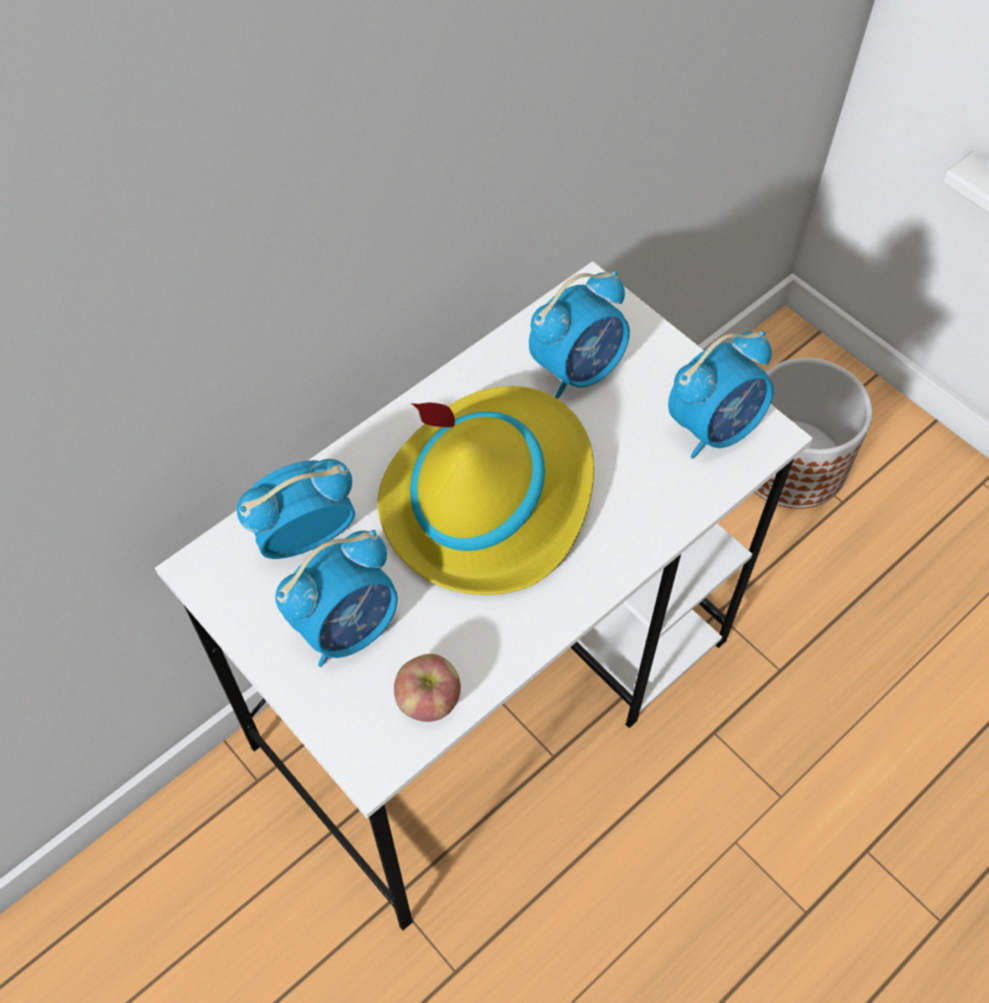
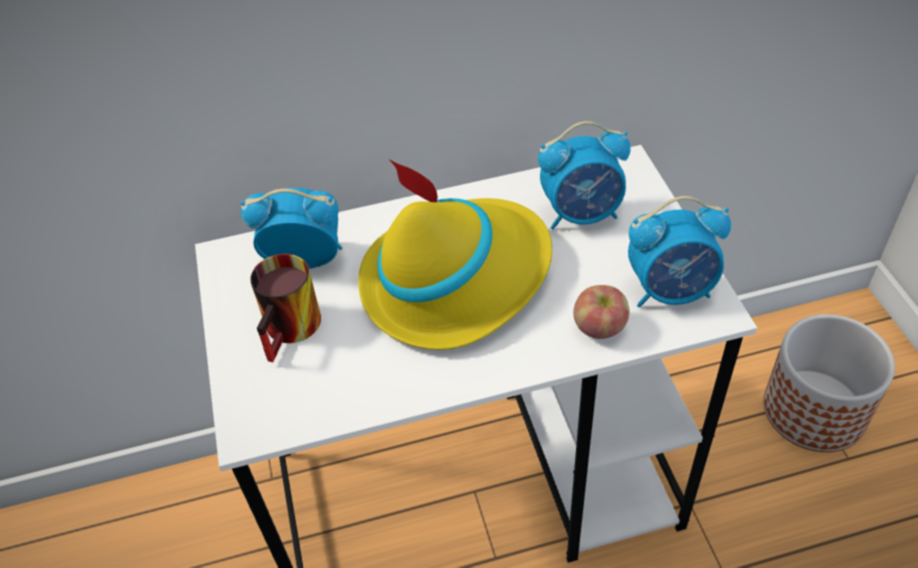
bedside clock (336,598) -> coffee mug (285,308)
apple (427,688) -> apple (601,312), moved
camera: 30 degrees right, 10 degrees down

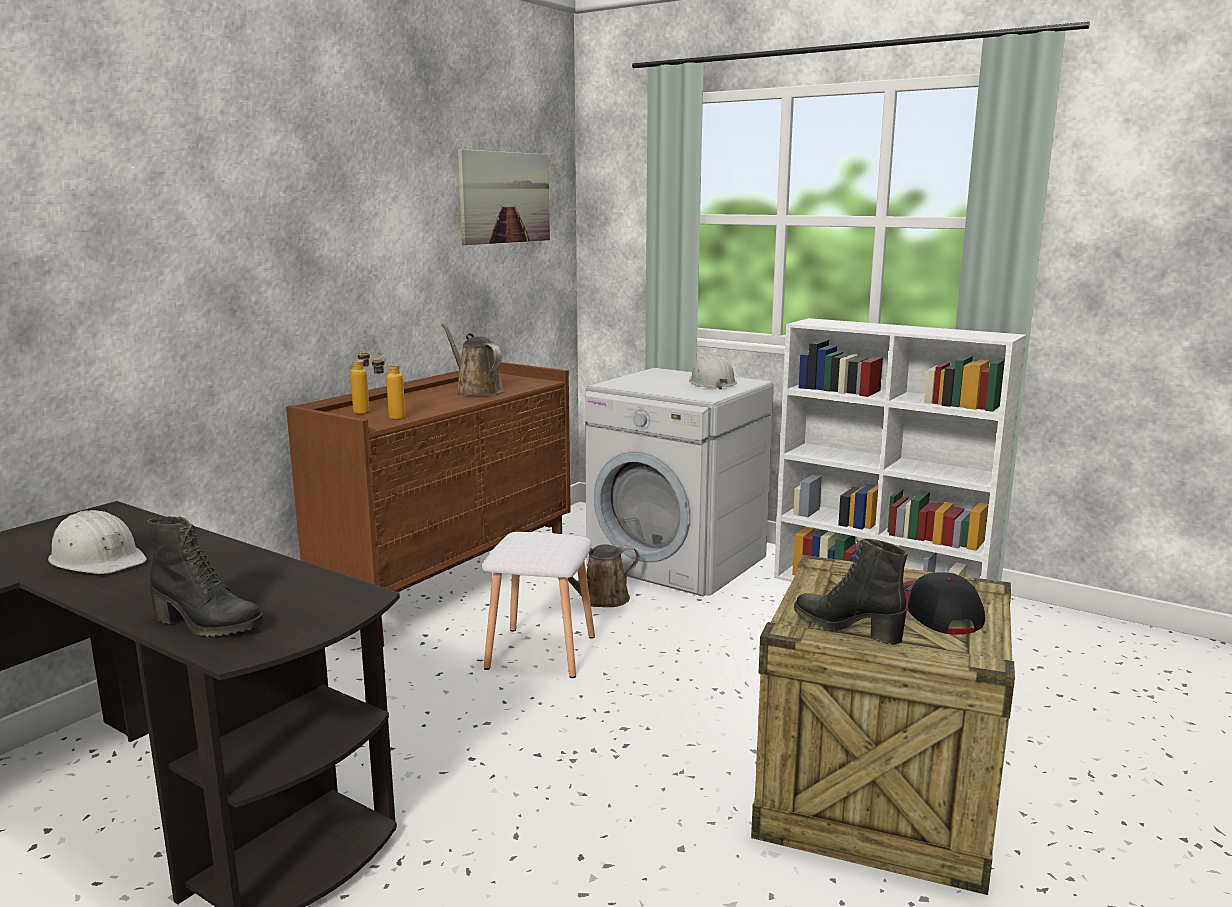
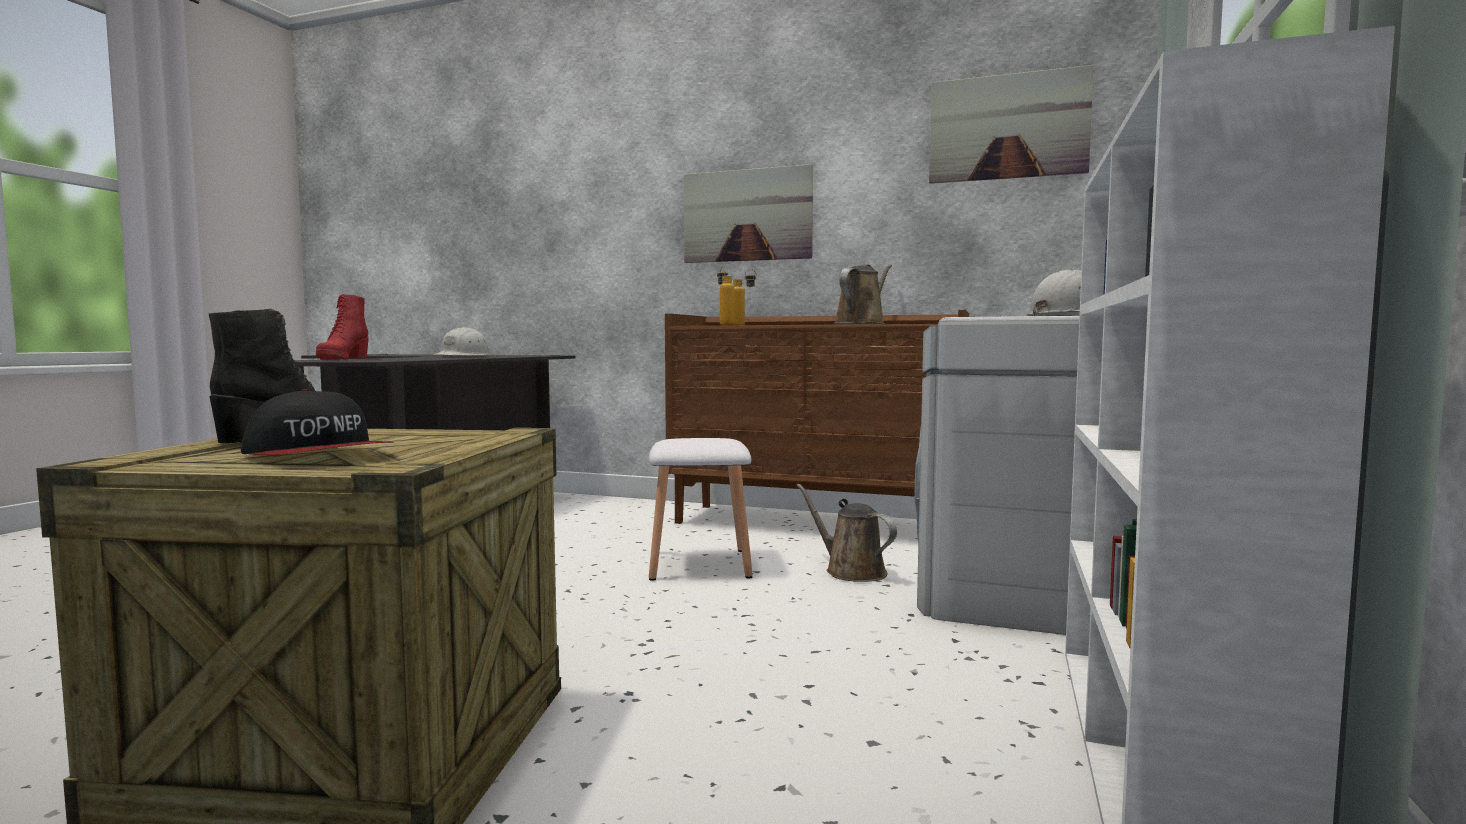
tall boot/black (205,576) -> tall boot/reddish (342,326)
cap (944,603) -> cap (317,422), 60 degrees clockwise
none -> wall art (748,213)
camera: 75 degrees right, 10 degrees down

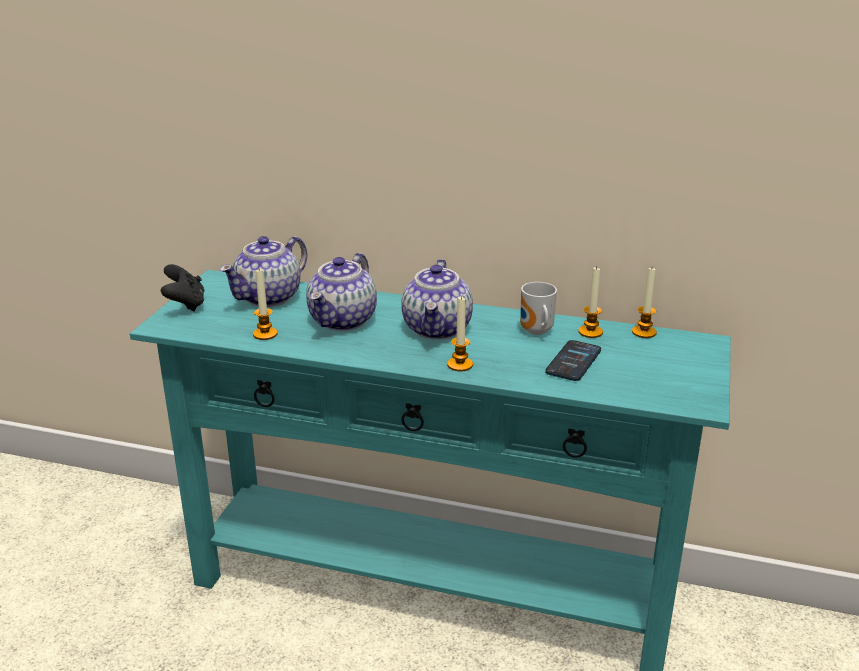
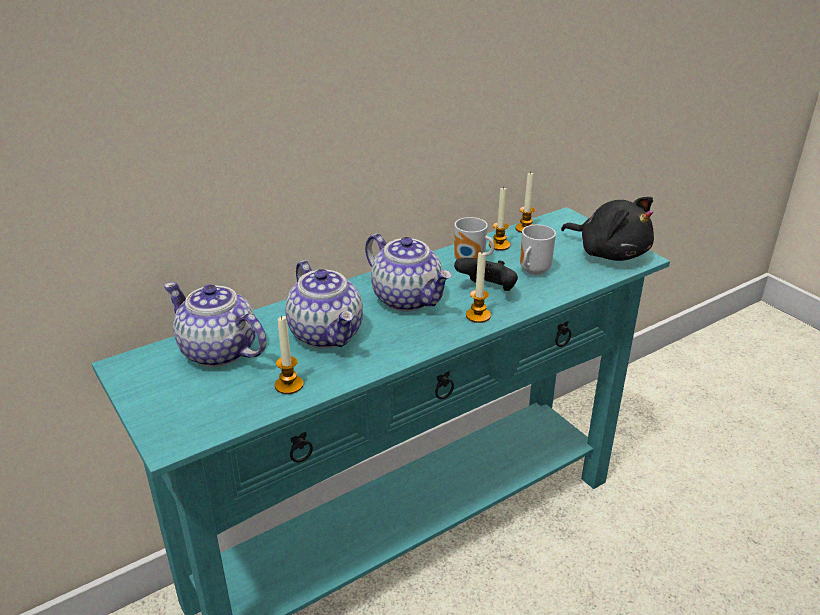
joypad/black (183,288) -> joypad/black (486,274), moved
teapot (264,271) -> teapot (215,324), 135 degrees clockwise
handset (573,360) -> coffee mug (538,250)
none -> plush toy/black (607,229)
camera: 50 degrees left, 5 degrees up

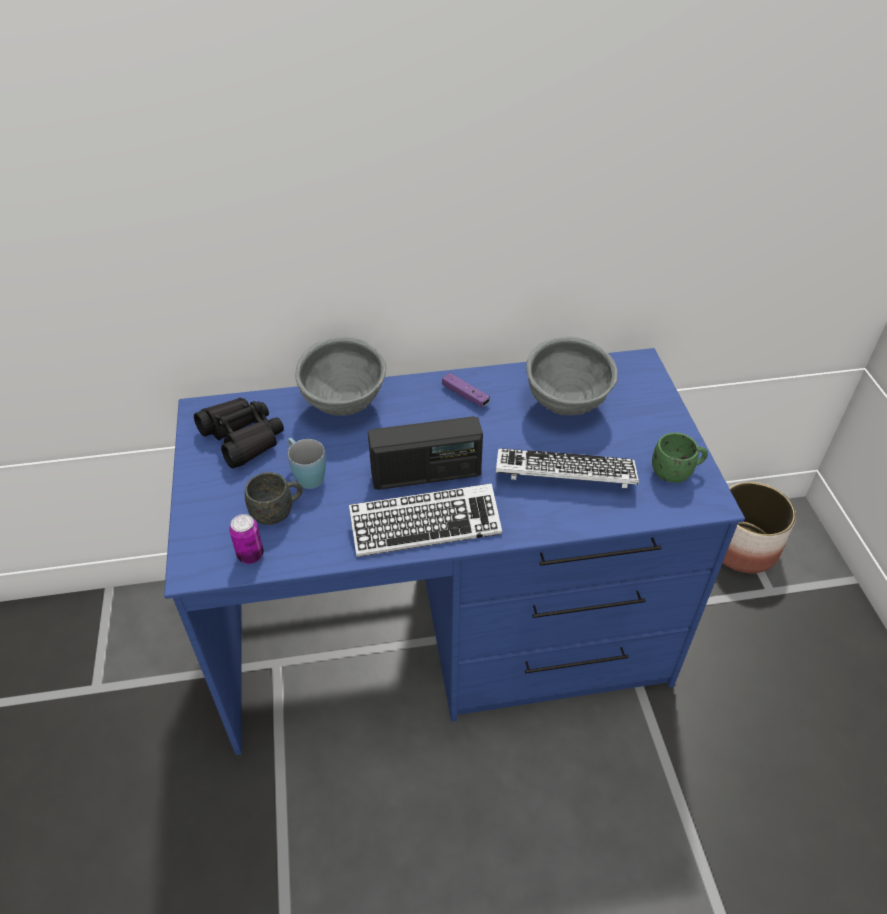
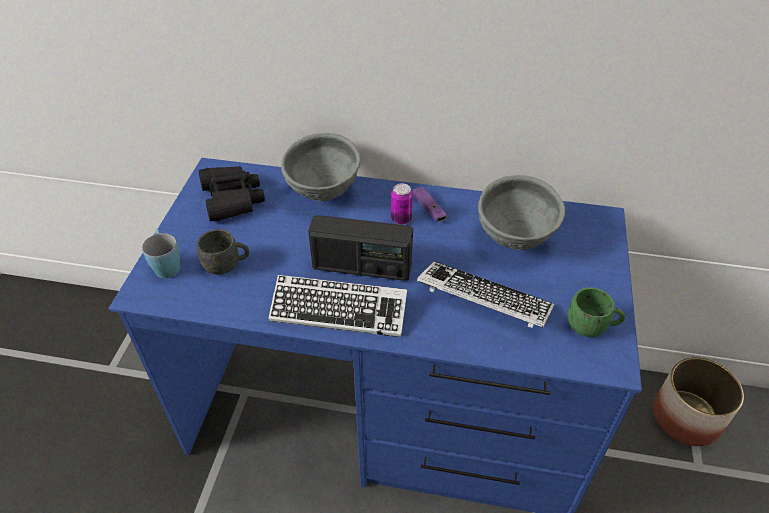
metal can (246,539) -> metal can (402,203), moved
coffee mug/blue (306,463) -> coffee mug/blue (161,253), moved
camera: 20 degrees right, 0 degrees up

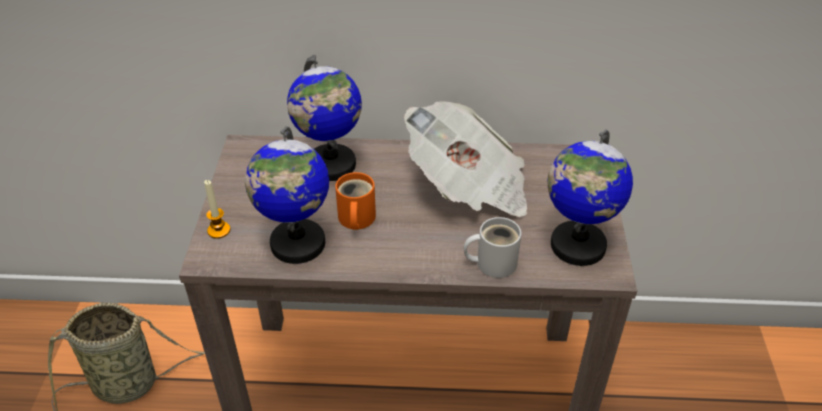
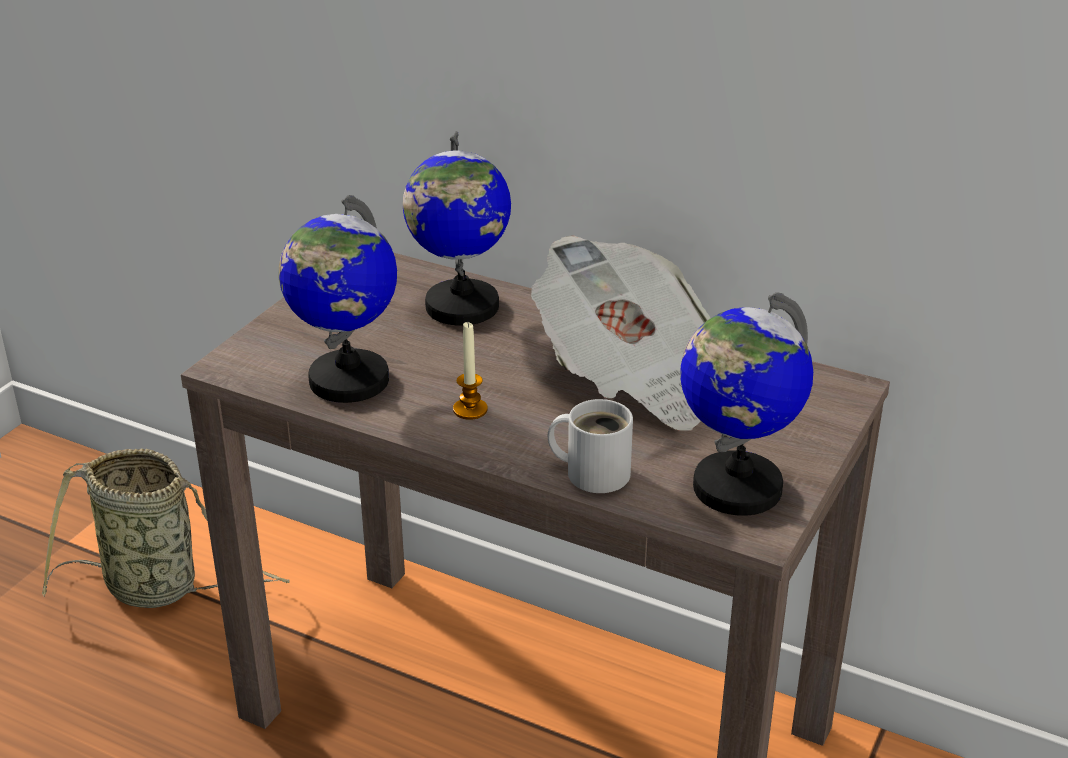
wax light (217,209) -> wax light (470,371), moved
coffee mug/orange-coloured (355,201) -> none
camera: 25 degrees right, 10 degrees down

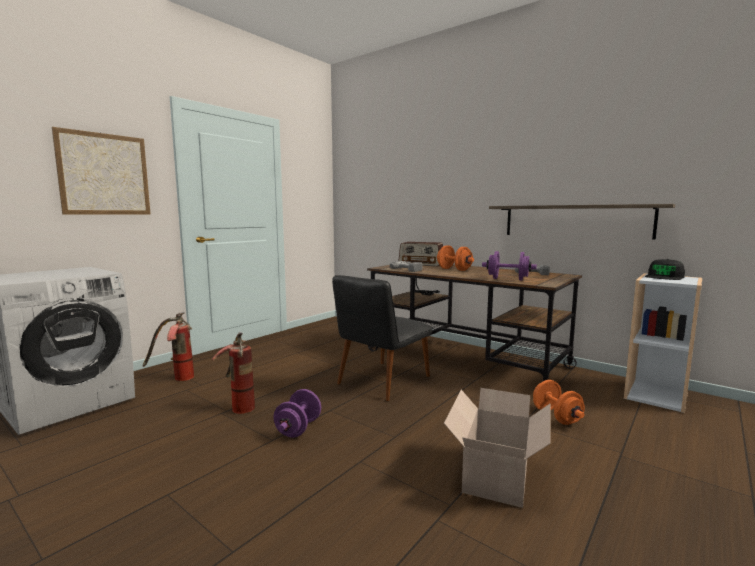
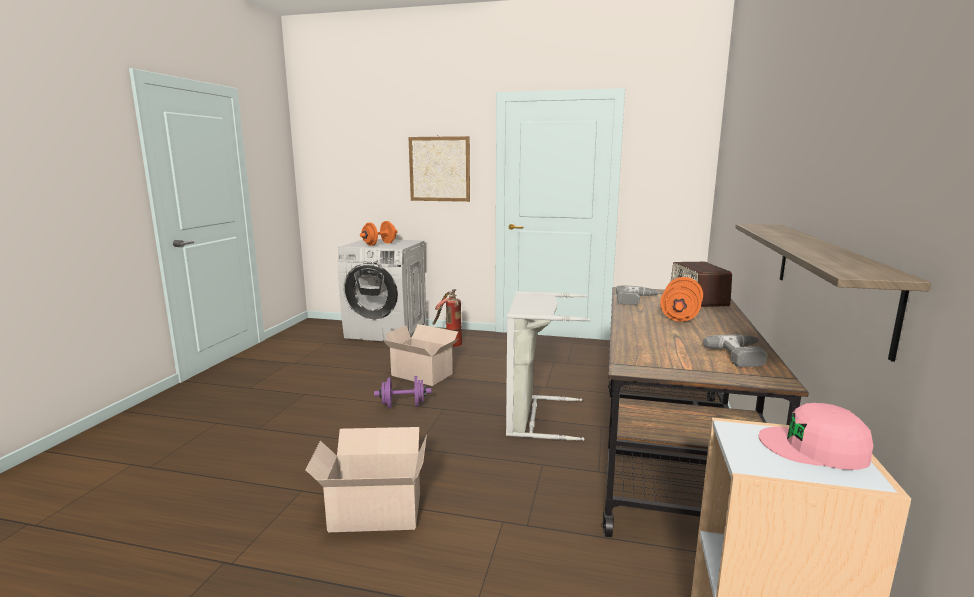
fire-fighting cylinder (233,373) -> packing box (420,355)
upright chair/black (383,338) -> hamper/greyish (548,366)
free weight/purplish (509,265) -> none
free weight/orange-coloured (559,402) -> free weight/orange-coloured (378,233), moved
cap/black (665,269) -> cap/pinkish (816,436)
camera: 65 degrees right, 5 degrees up

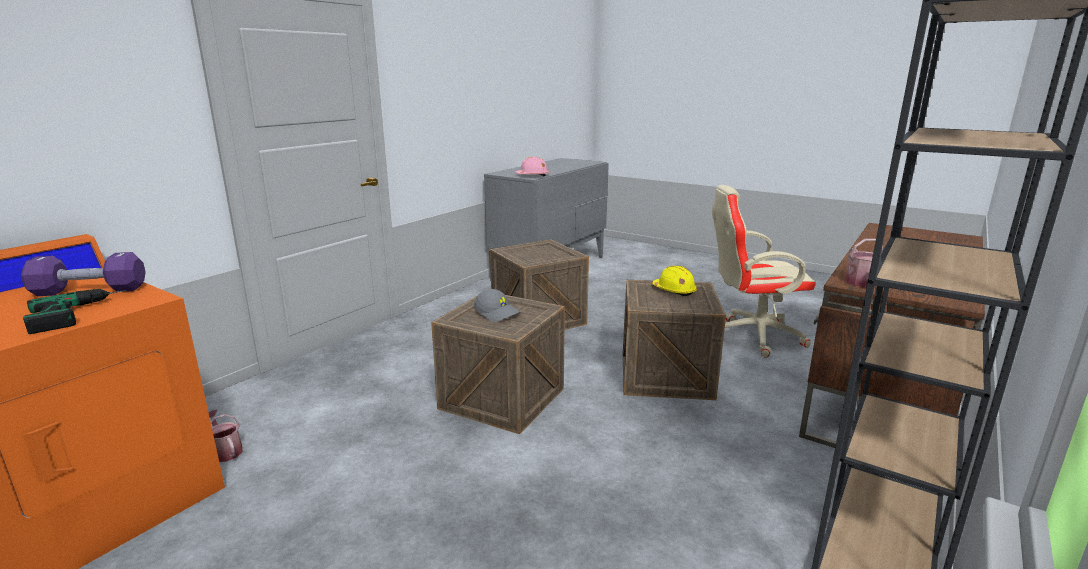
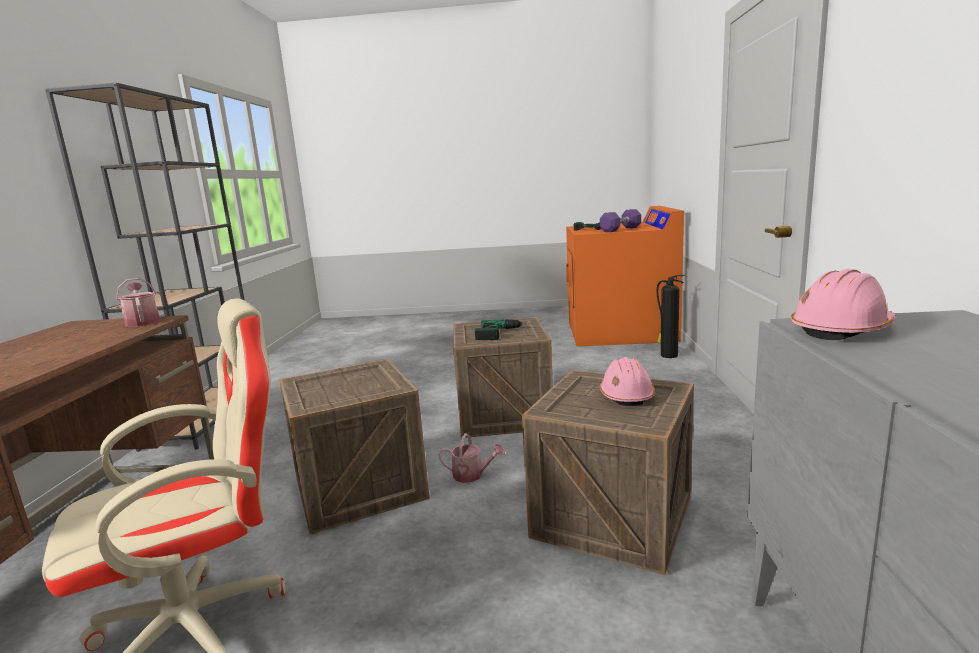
watering can (225,436) -> watering can (471,458), moved
cap/greyish (497,305) -> drill (503,329)
work helmet/yellow-coloured (674,281) -> none
none -> work helmet/pinkish (627,381)
none -> fire-fighting cylinder (670,316)
camera: 150 degrees right, 5 degrees down

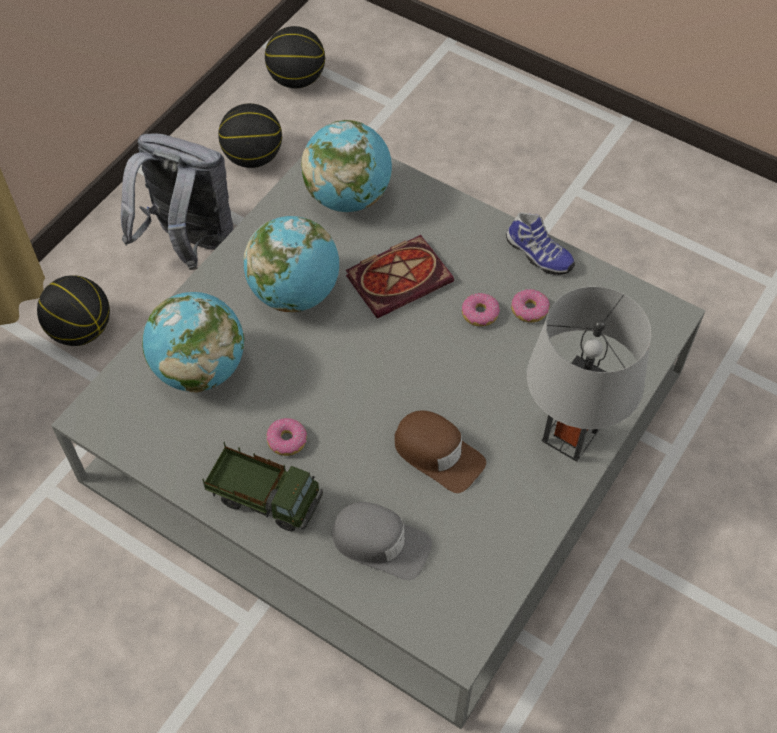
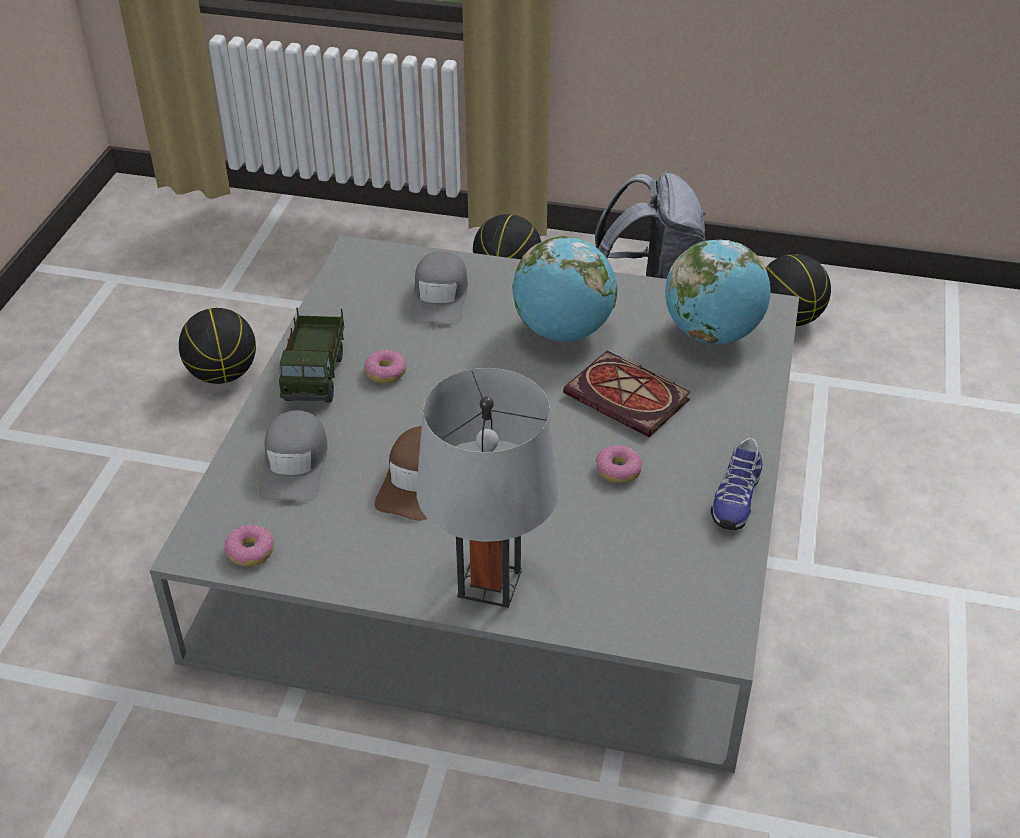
desk globe (193,342) -> cap/greyish (439,288)
ball for basketball (295,57) -> ball for basketball (217,346), moved
doughnut (530,306) -> doughnut (249,545), moved
camera: 70 degrees right, 15 degrees down

